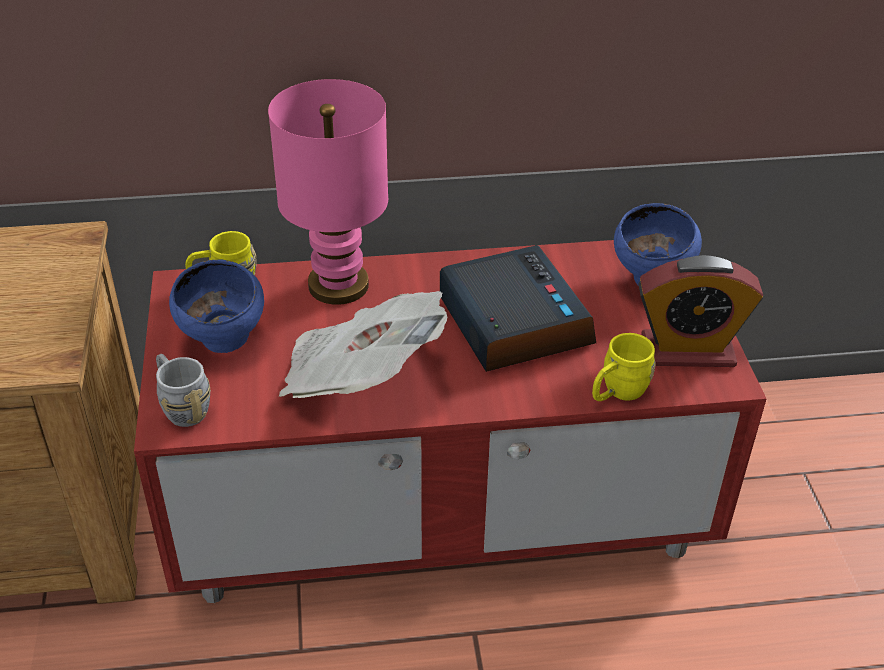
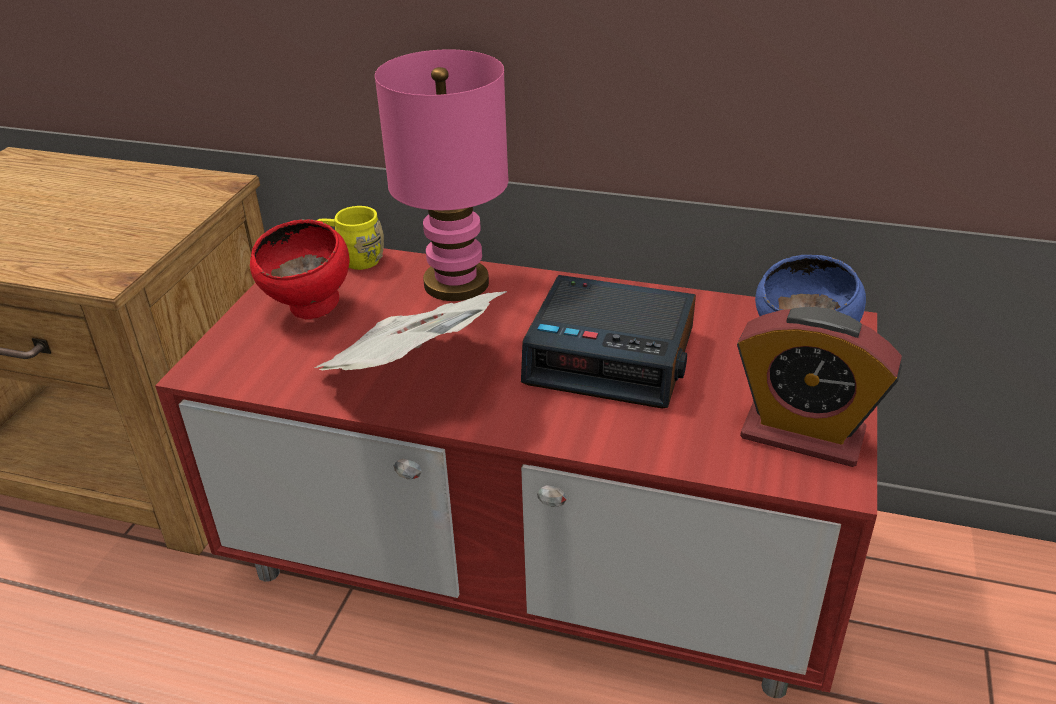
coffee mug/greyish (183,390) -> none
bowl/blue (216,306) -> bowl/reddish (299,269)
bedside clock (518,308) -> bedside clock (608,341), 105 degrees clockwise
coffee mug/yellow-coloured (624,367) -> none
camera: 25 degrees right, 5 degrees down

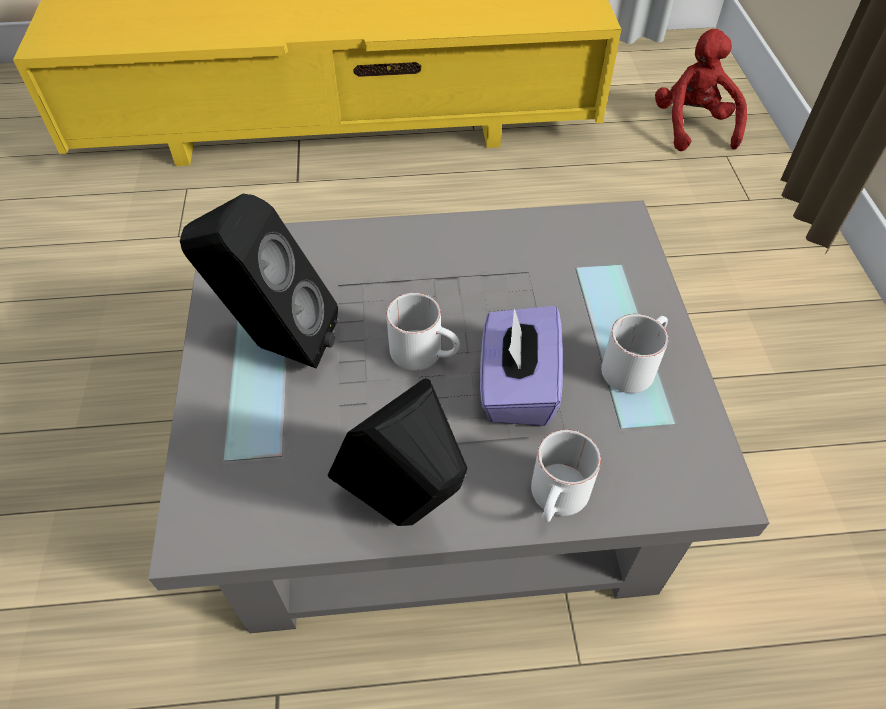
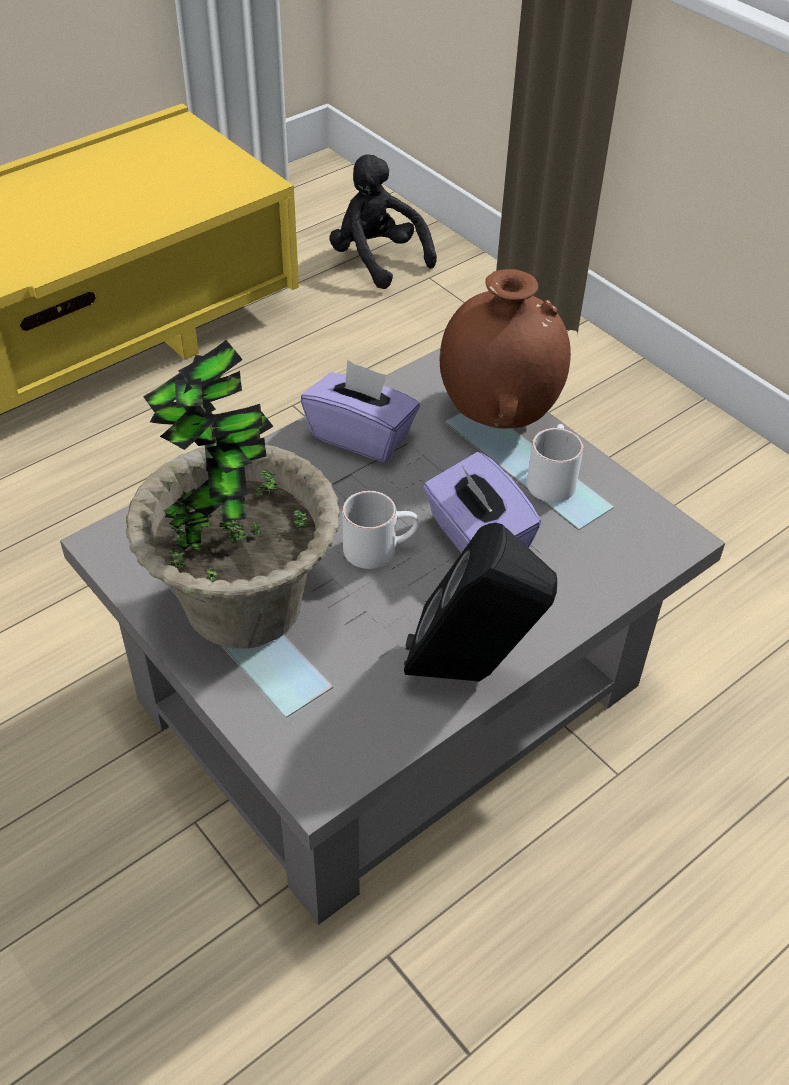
audio speaker/black (259,281) -> plant in a pot (233,494)
coffee mug/white-coloured (566,476) -> none
plush toy/reddish (701,90) -> plush toy/black (383,221)
none -> tissue box/purplish (360,411)
none -> flower vase/brown (505,349)
camera: 35 degrees left, 5 degrees down

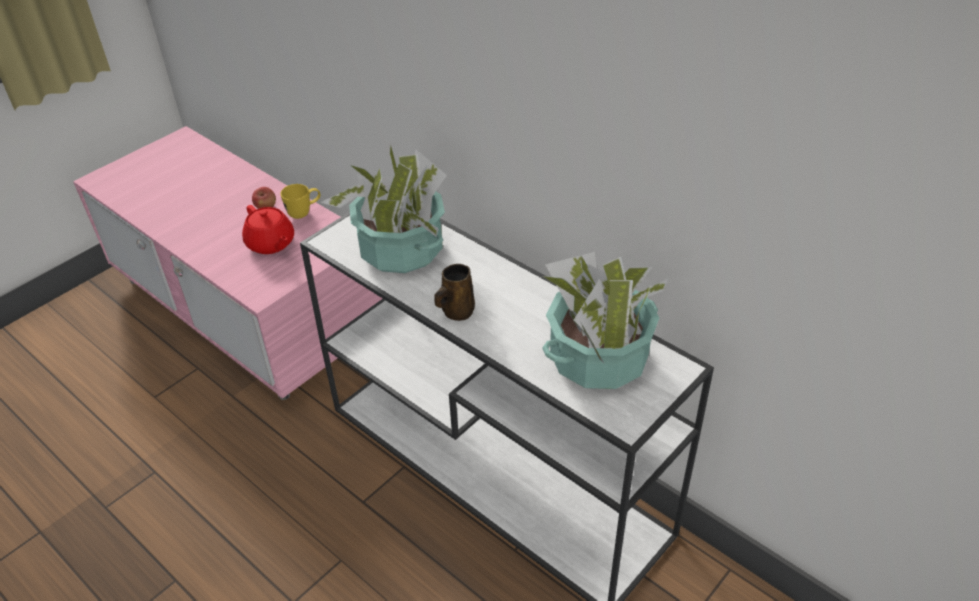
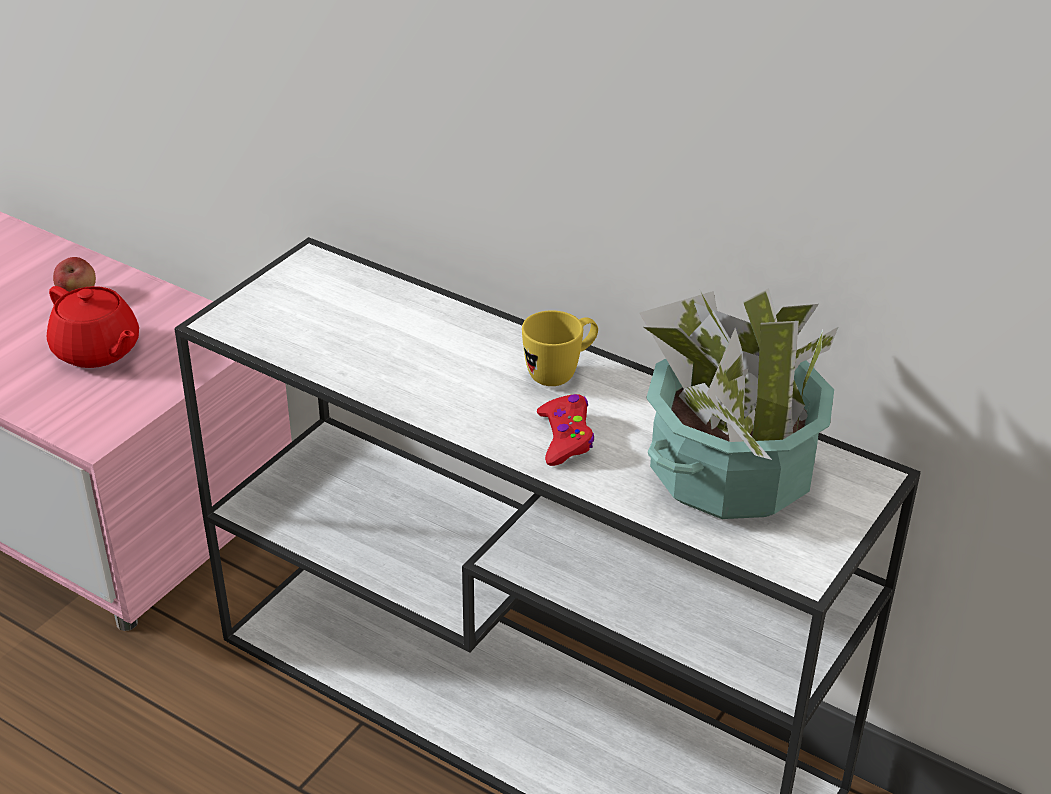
coffee mug/yellow-coloured (300,201) -> coffee mug/yellow-coloured (560,348), moved
plant in a pot (383,208) -> none
coffee mug/brown (454,292) -> none
none -> joypad/reddish (565,430)
camera: 10 degrees left, 5 degrees down

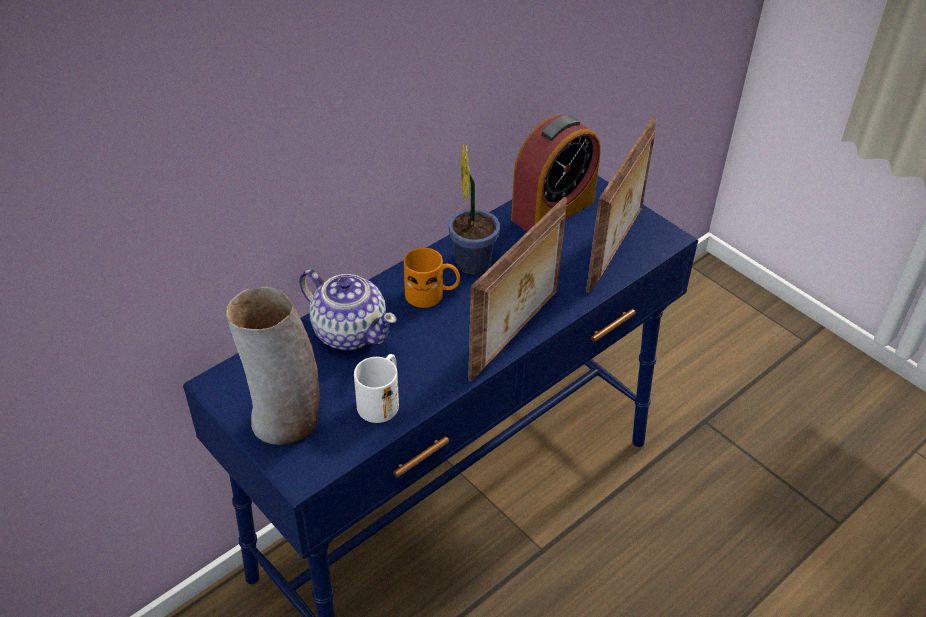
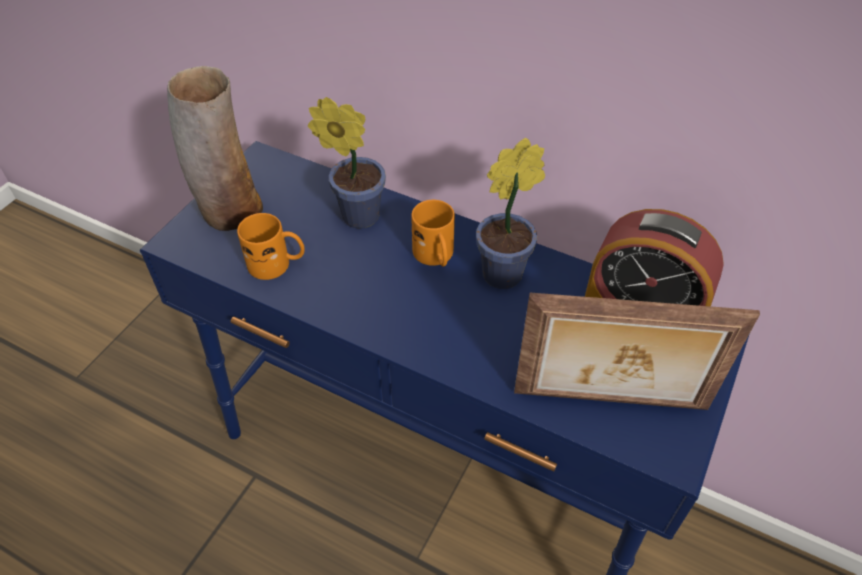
teapot (348,309) -> plant in a pot (347,163)
coffee mug/white-coloured (376,388) -> coffee mug/orange-coloured (271,246)
standing frame (517,289) -> none
camera: 70 degrees right, 5 degrees up

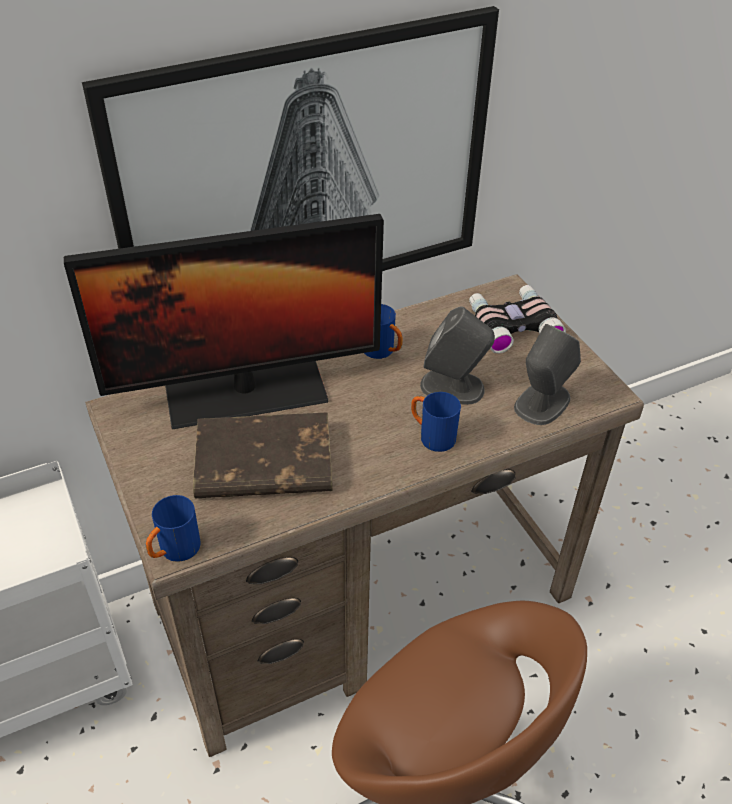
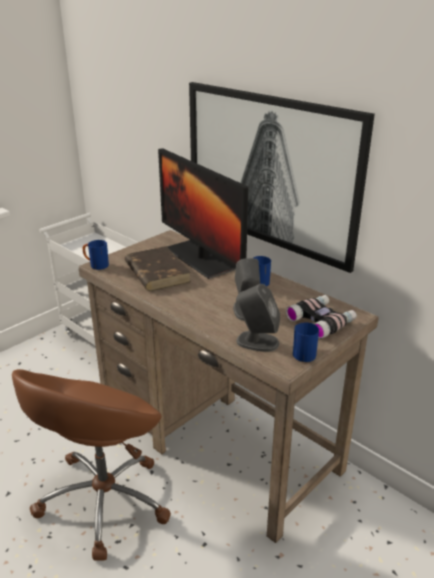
coffee mug/blue (436,422) -> coffee mug/blue (306,342), moved
camera: 70 degrees right, 15 degrees down

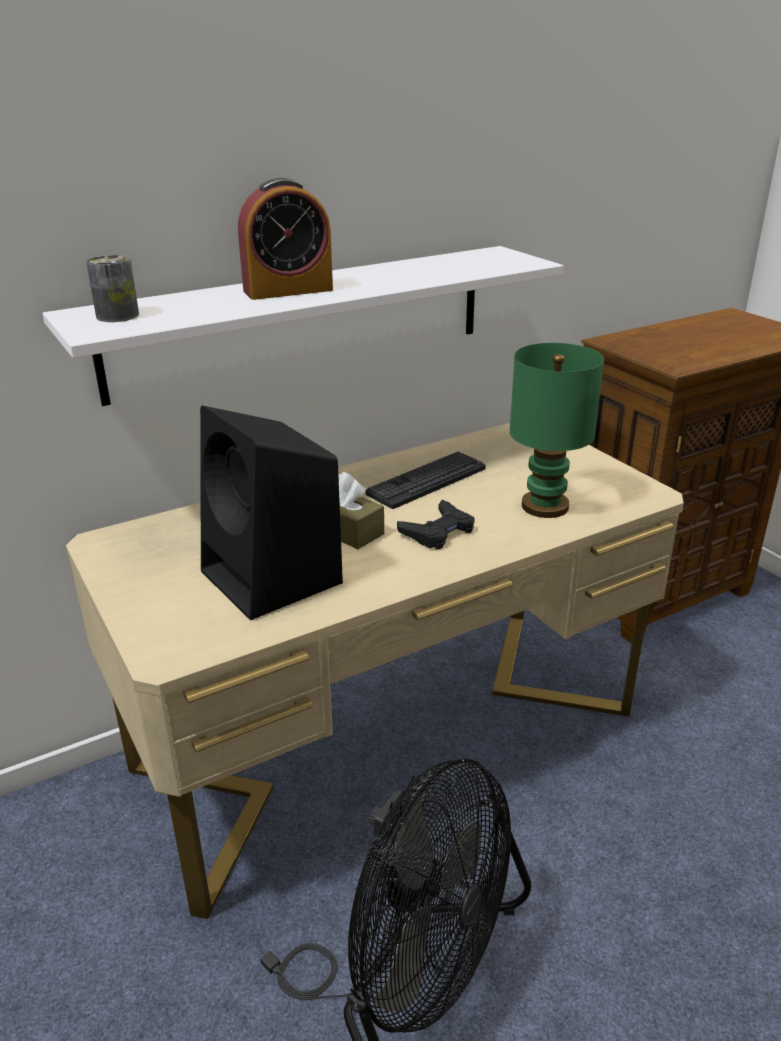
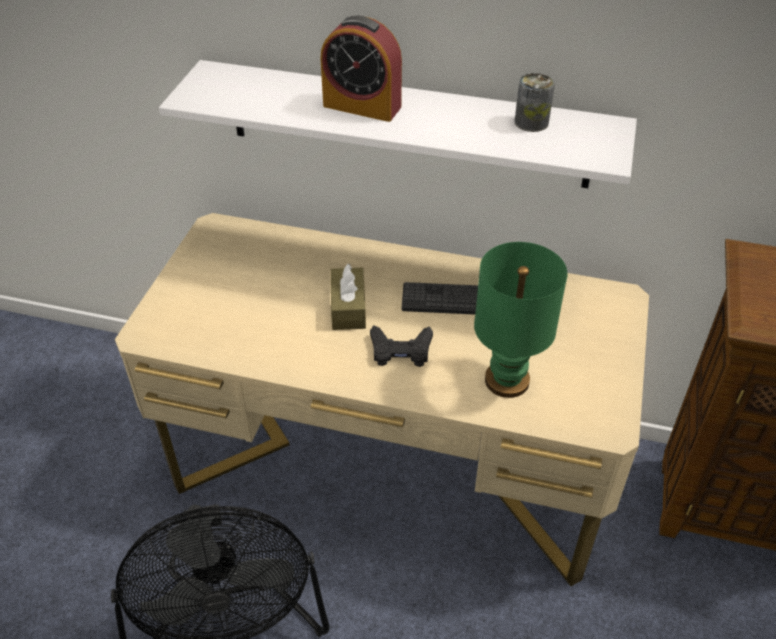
metal can (112,288) -> metal can (535,102), moved
audio speaker/black (271,512) -> none
camera: 45 degrees right, 15 degrees up

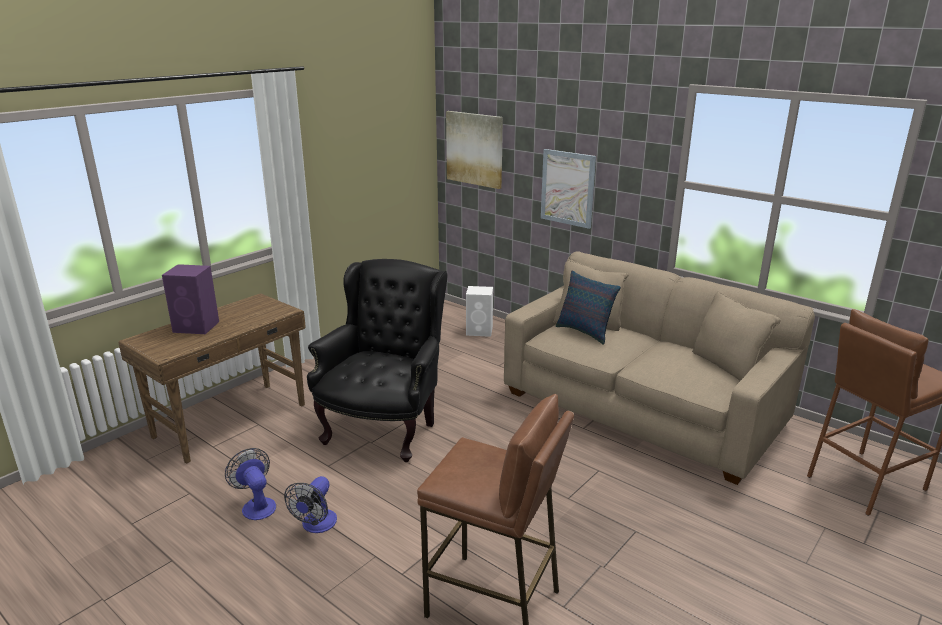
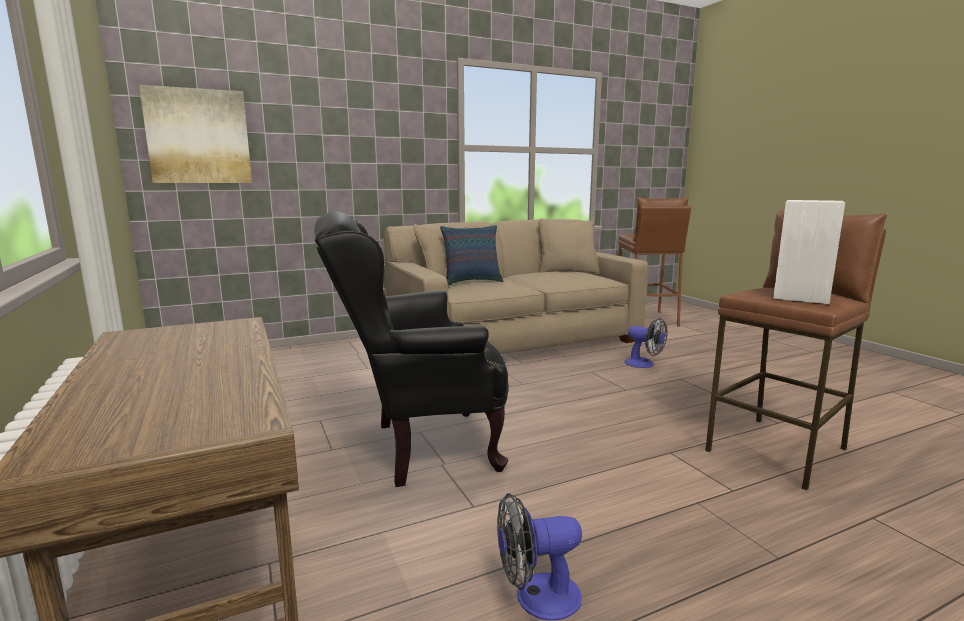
audio speaker/purplish (190,299) -> none
electric fan (310,504) -> electric fan (645,343), moved
easy chair/black (377,360) -> easy chair/black (411,349), 60 degrees counterclockwise
audio speaker/white-coloured (479,311) -> audio speaker/white-coloured (809,252), moved
wall art (568,189) -> none
camera: 65 degrees left, 10 degrees down

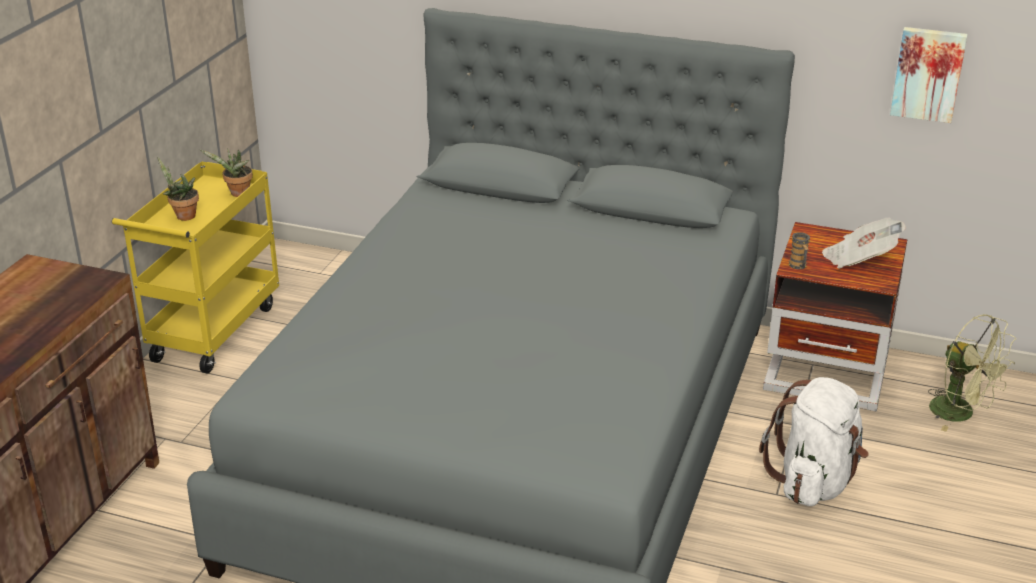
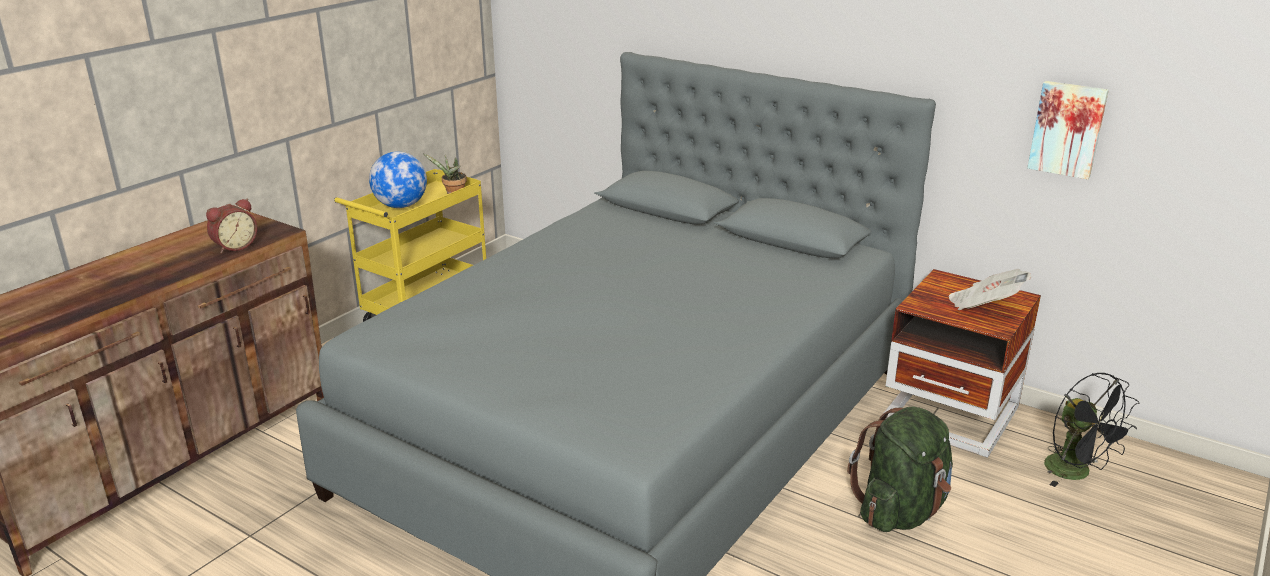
plant in a pot (178,188) -> desk globe (398,180)
rucksack/white-coloured (814,441) -> rucksack/green-coloured (900,469)
coffee mug (799,250) -> none
electric fan/green-coloured (972,373) -> electric fan/black (1092,430)
none -> bedside clock (231,226)
camera: 15 degrees right, 5 degrees down

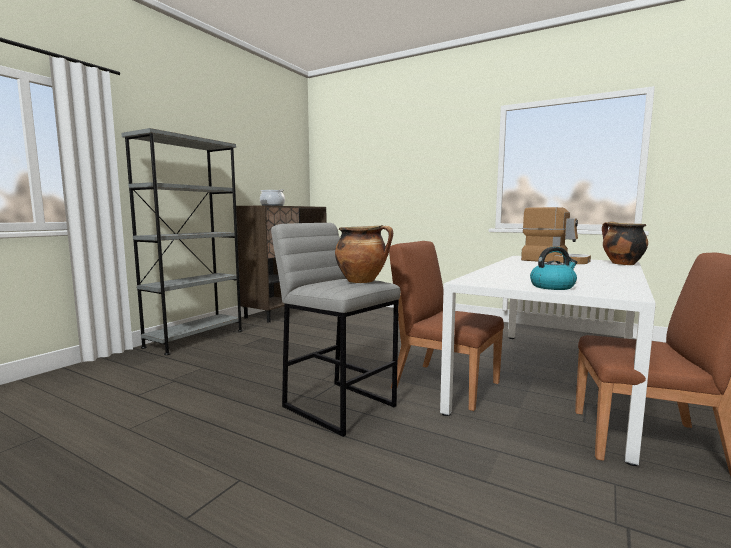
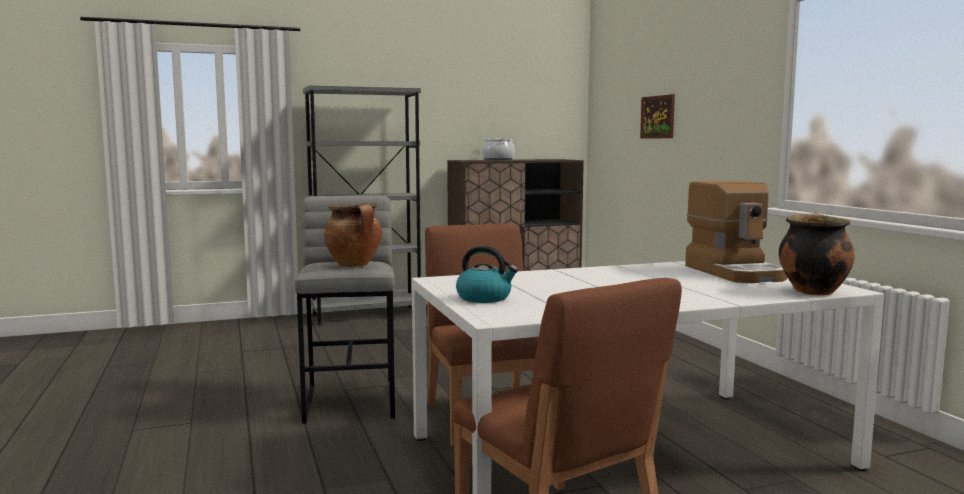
none -> wall art (657,116)
camera: 40 degrees right, 0 degrees up

